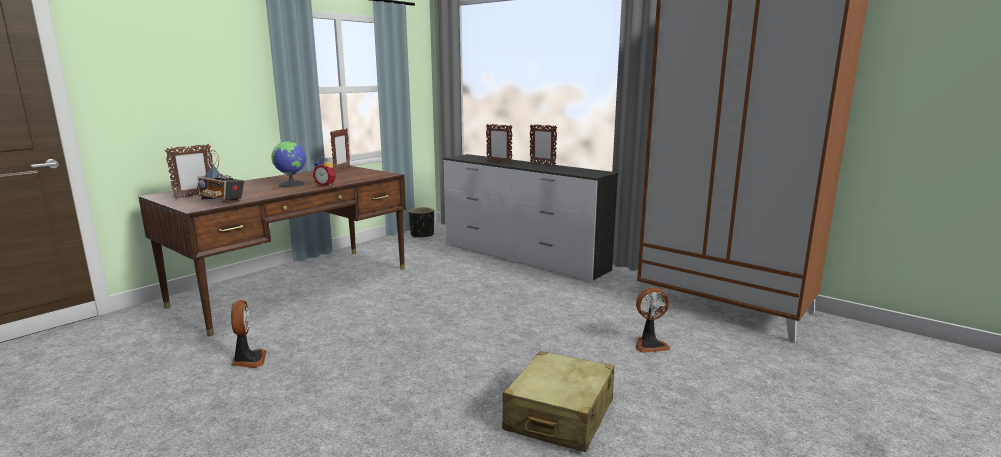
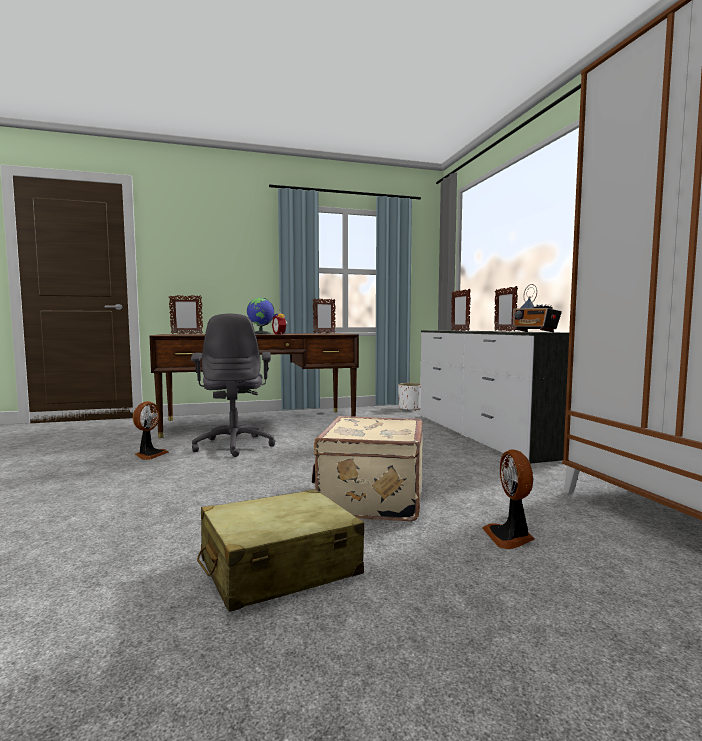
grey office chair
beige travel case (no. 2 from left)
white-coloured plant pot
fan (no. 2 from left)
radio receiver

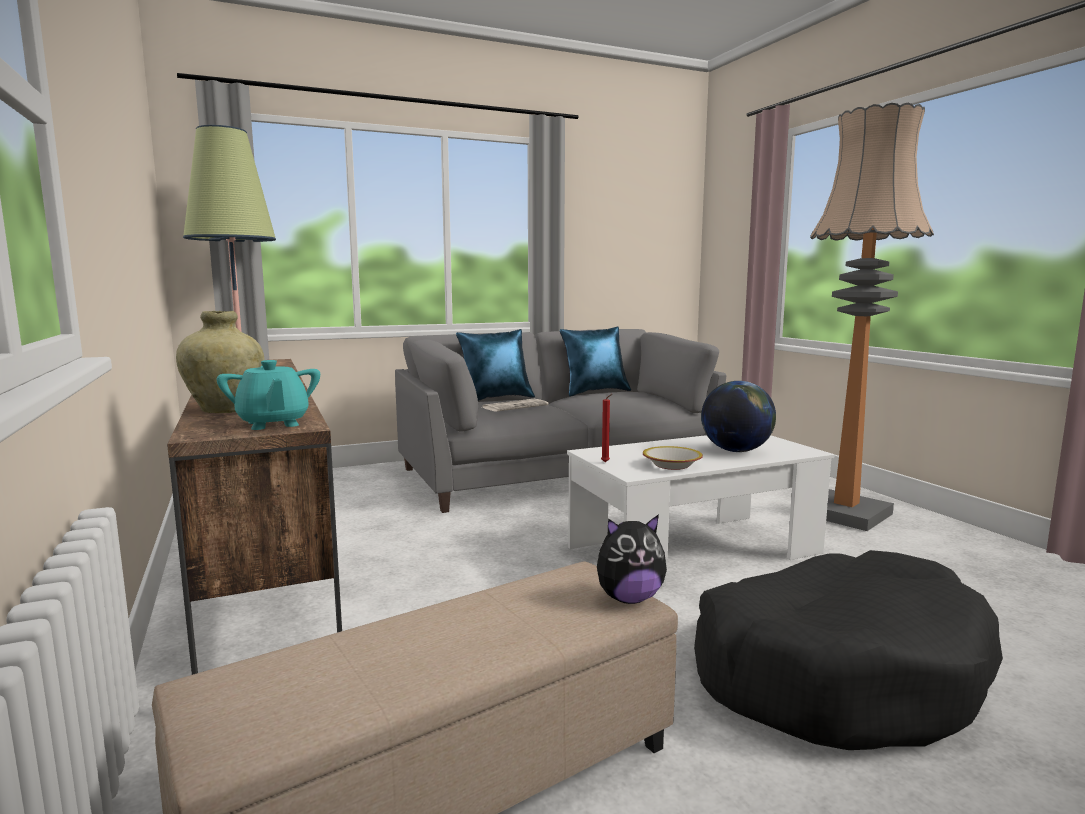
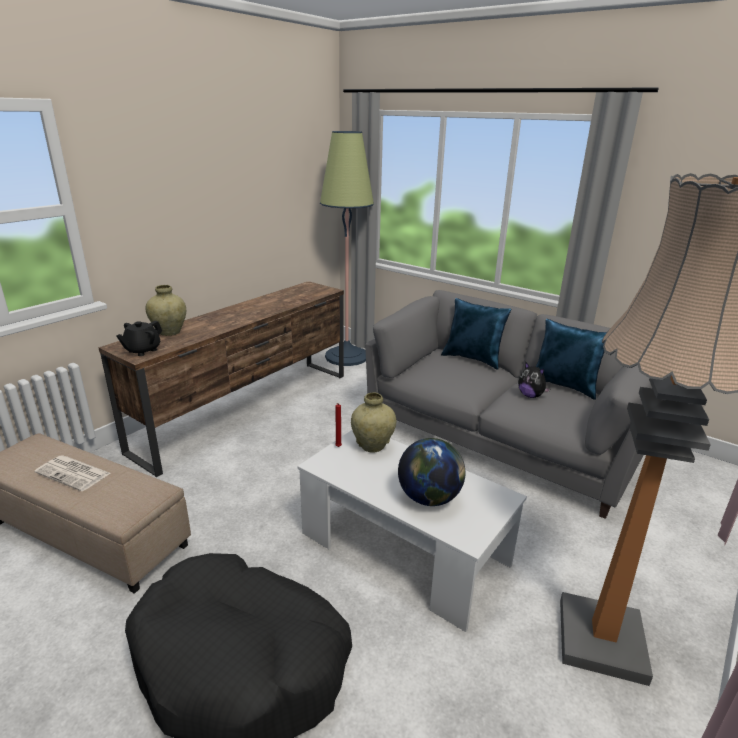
newspaper
black teapot
beige vase (no. 2 from left)
cuddly toy
serving bowl

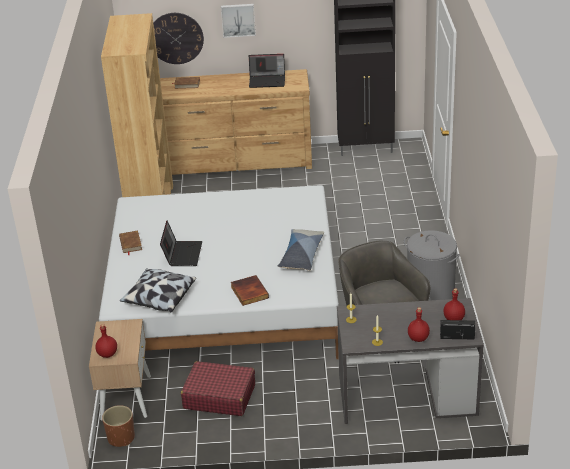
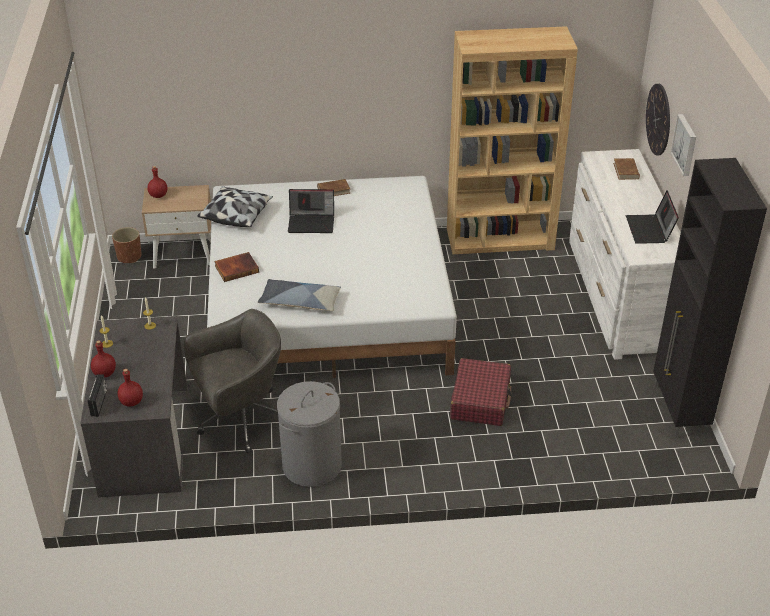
reddish travel case
white-coloured dresser

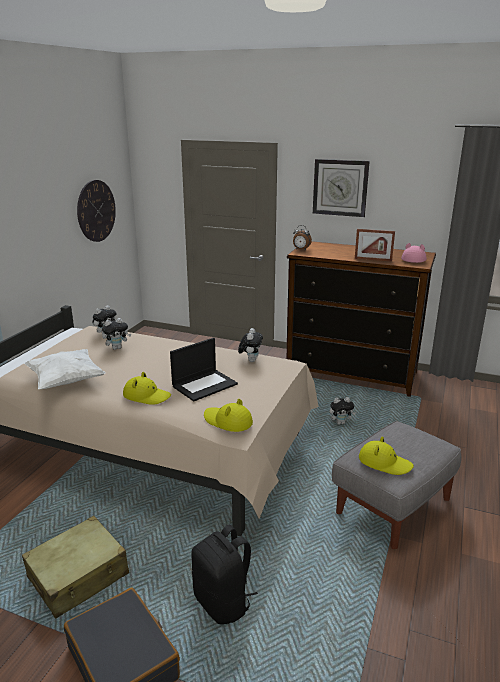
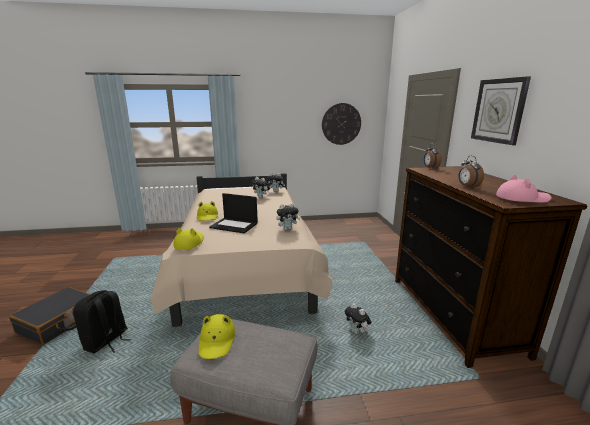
bedside clock (no. 2 from left)
beige travel case
white-coloured cushion

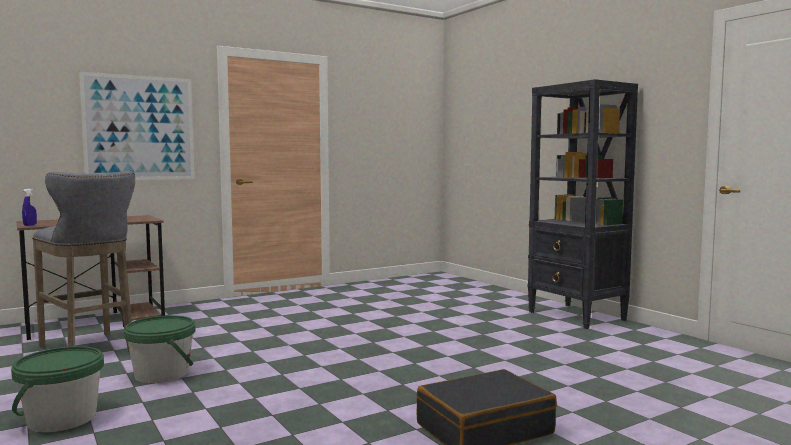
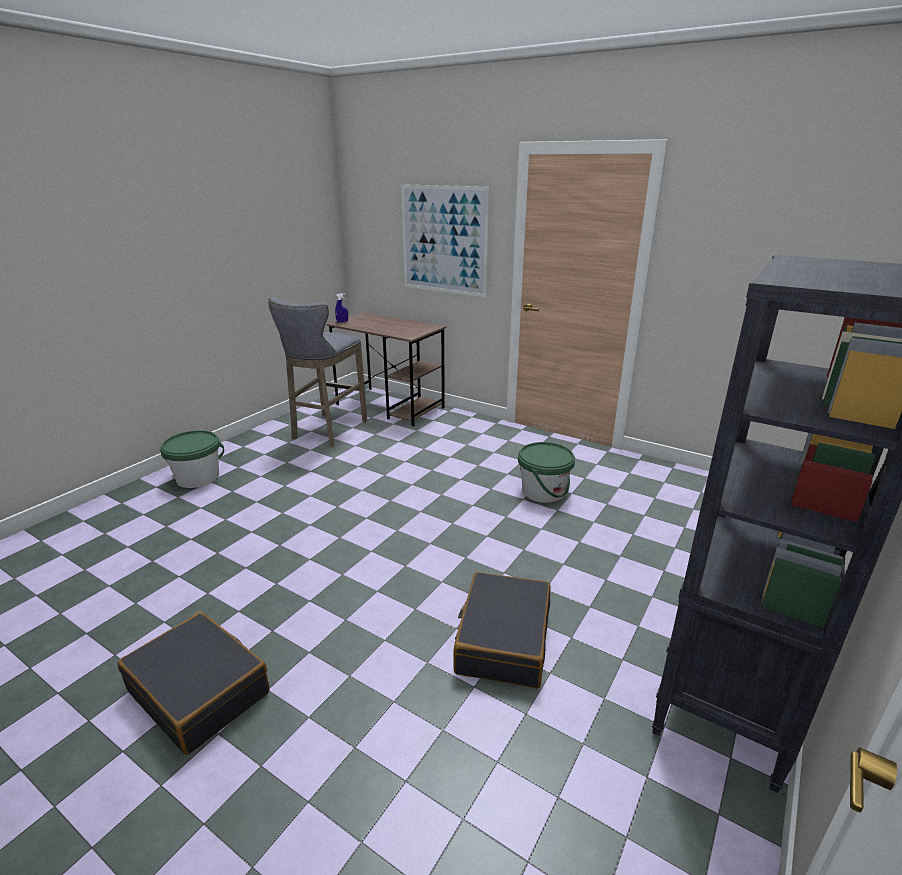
black travel case (no. 2 from left)
greenish bucket (no. 2 from left)

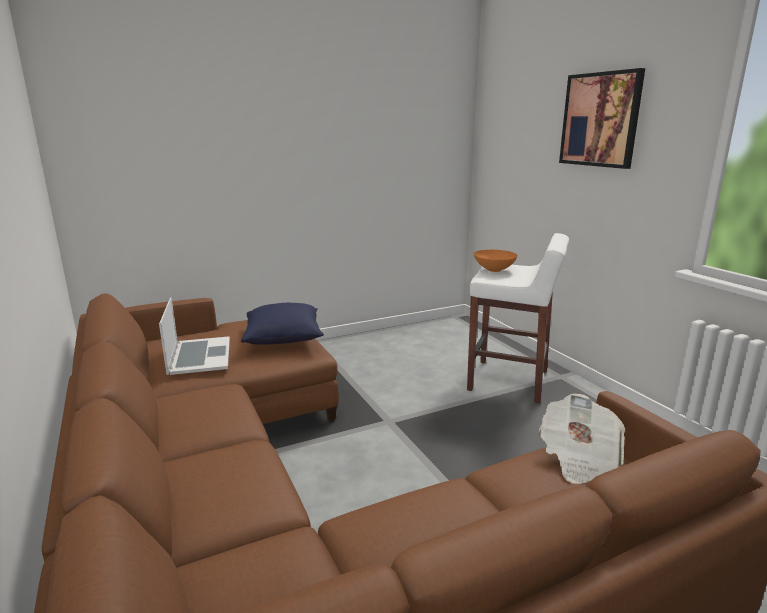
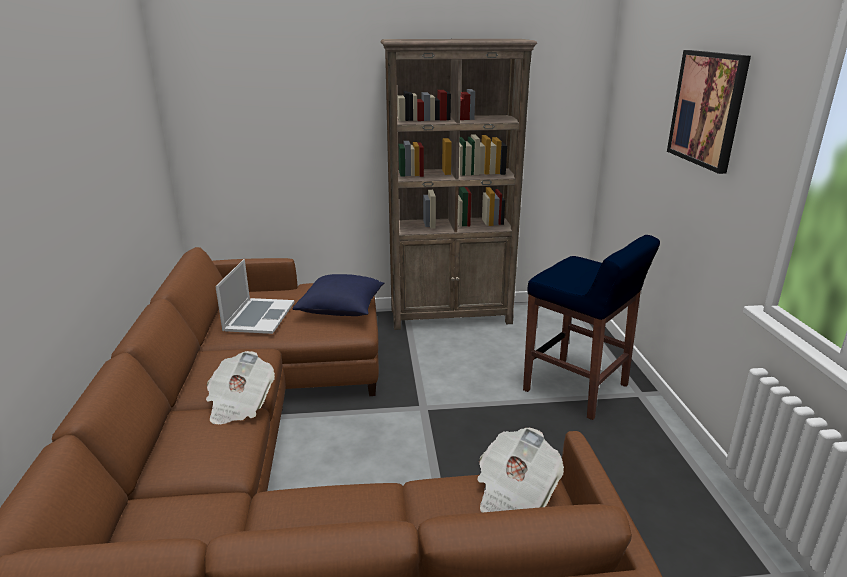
newspaper (no. 1 from left)
brown-coloured bookshelf
bluish sitting stool
orange serving bowl

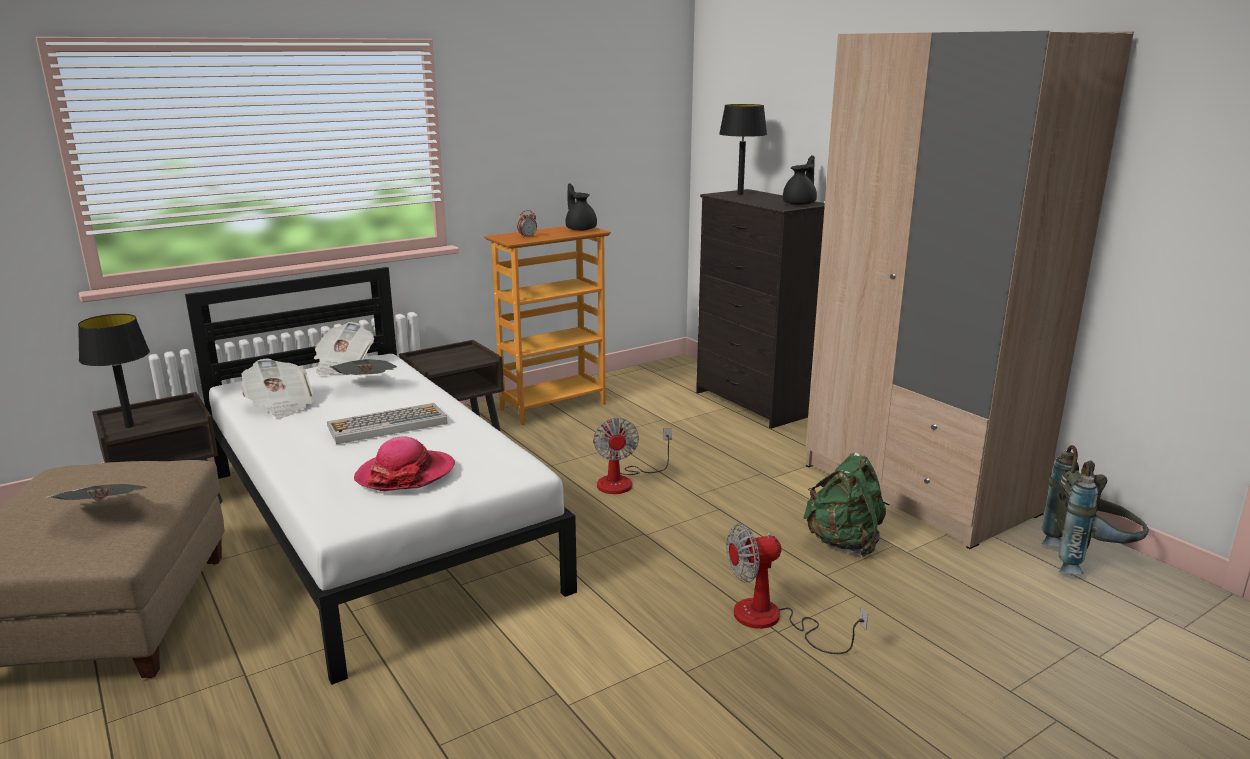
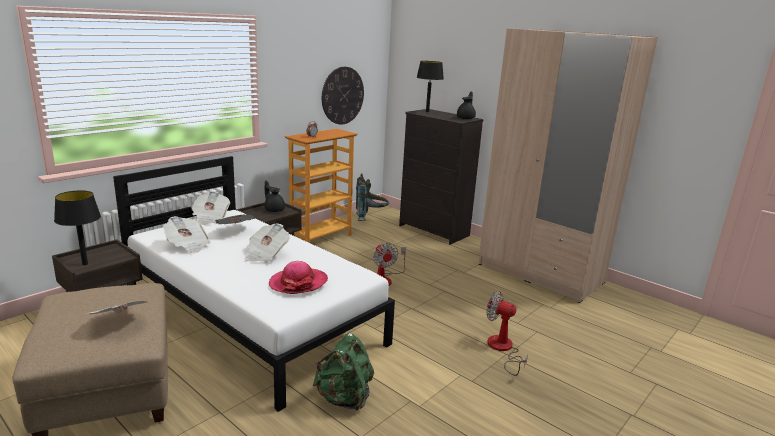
newspaper (no. 5 from left)
black teapot (no. 1 from left)
greenish rucksack
clock on the wall
grey rucksack
fan (no. 2 from left)

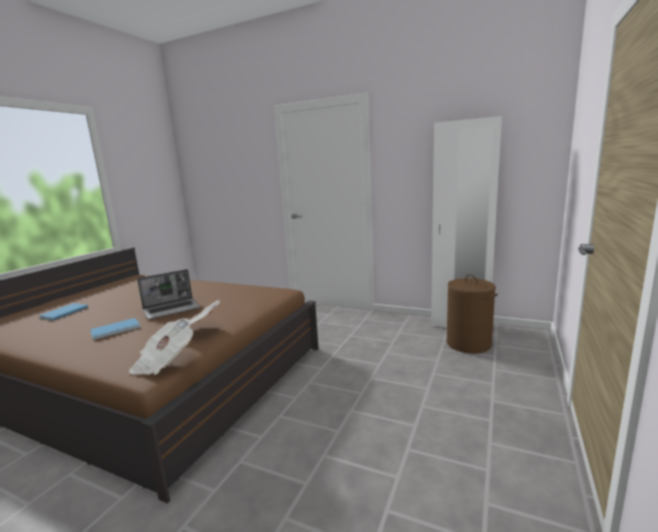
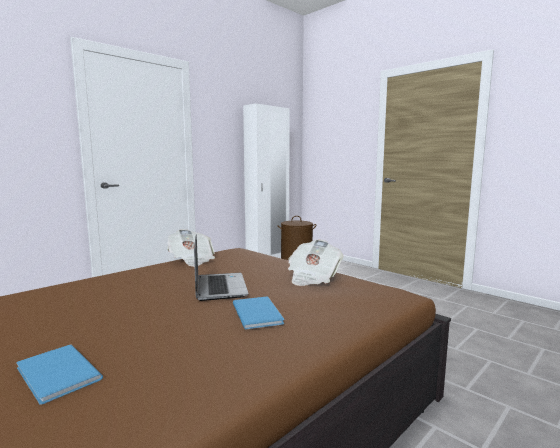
newspaper (no. 1 from left)

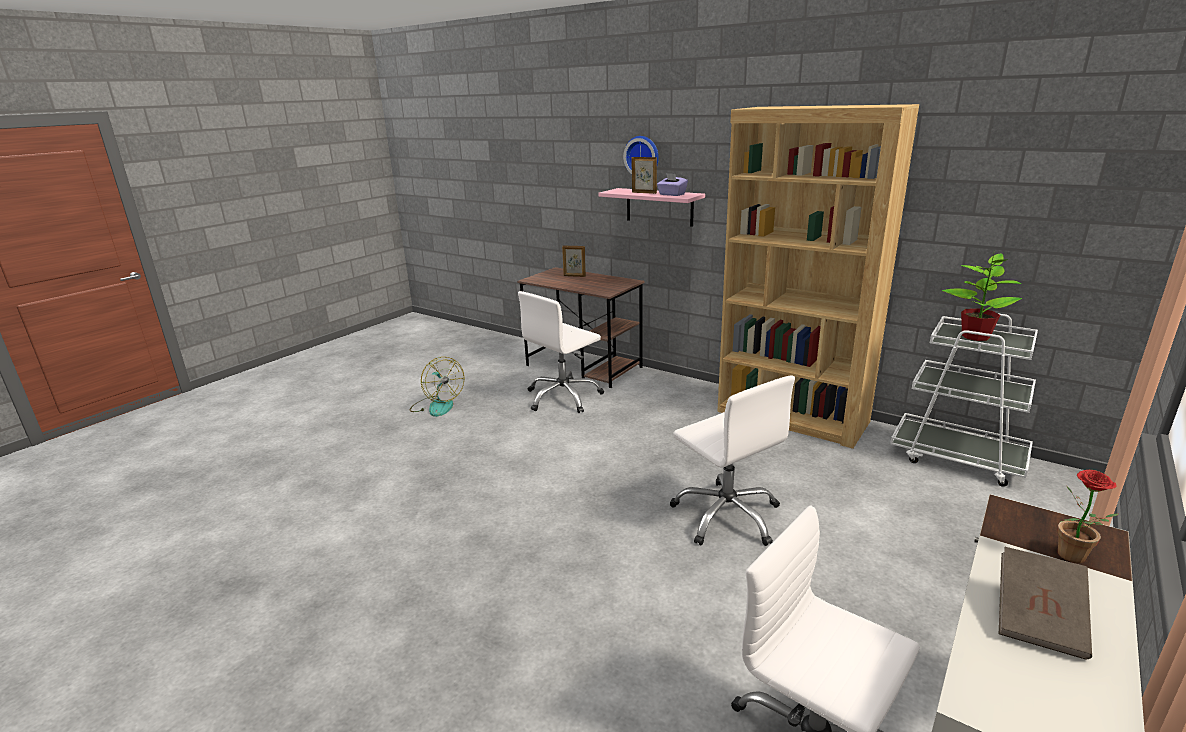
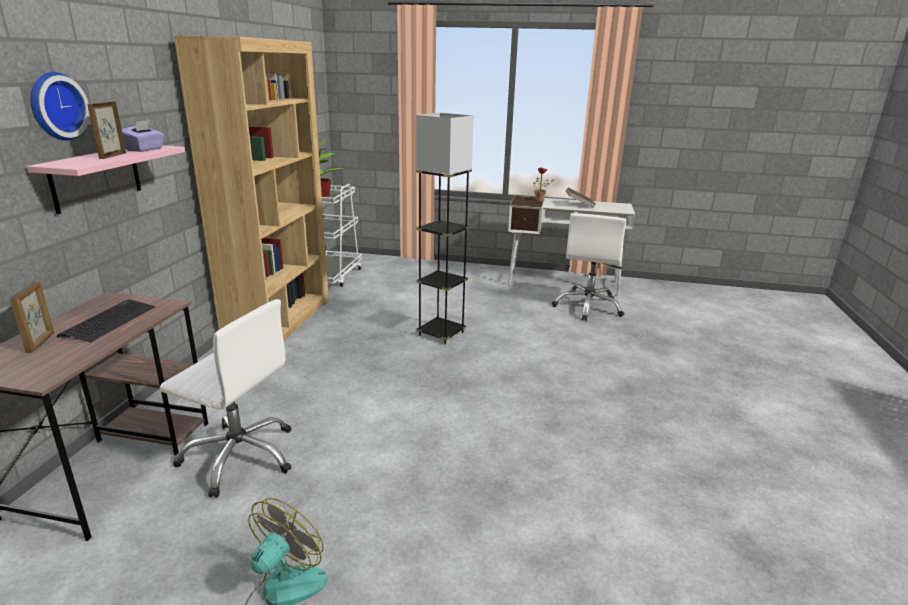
computer keyboard
grey floor lamp

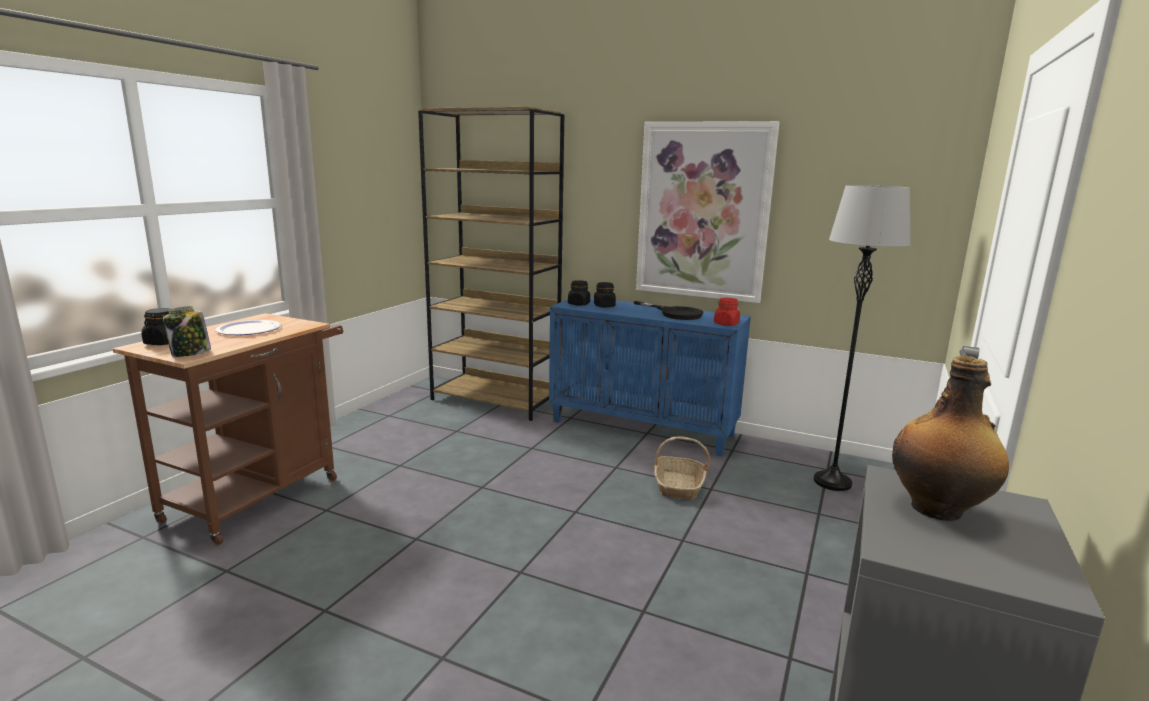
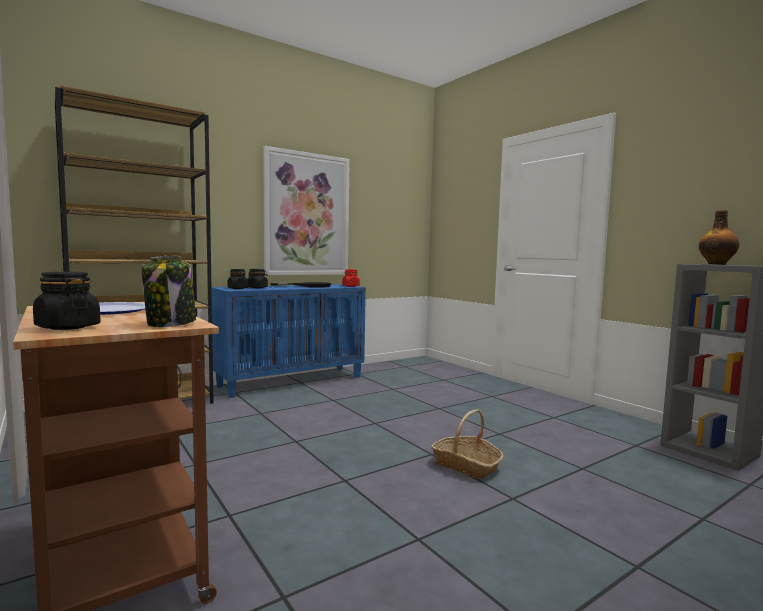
storage basket
grey floor lamp

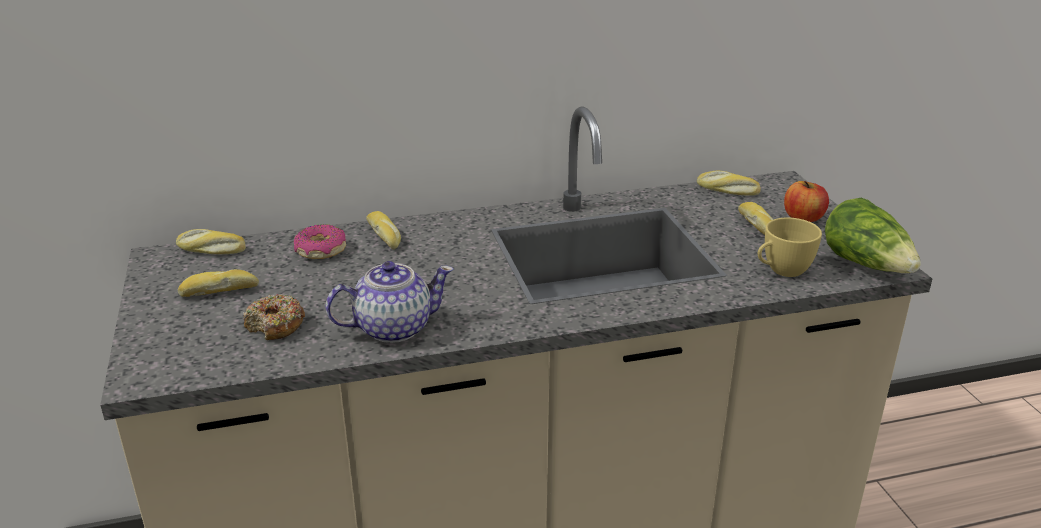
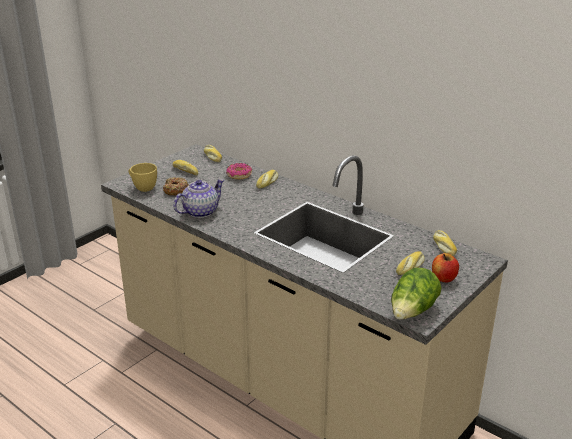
yellow small cup
teapot

